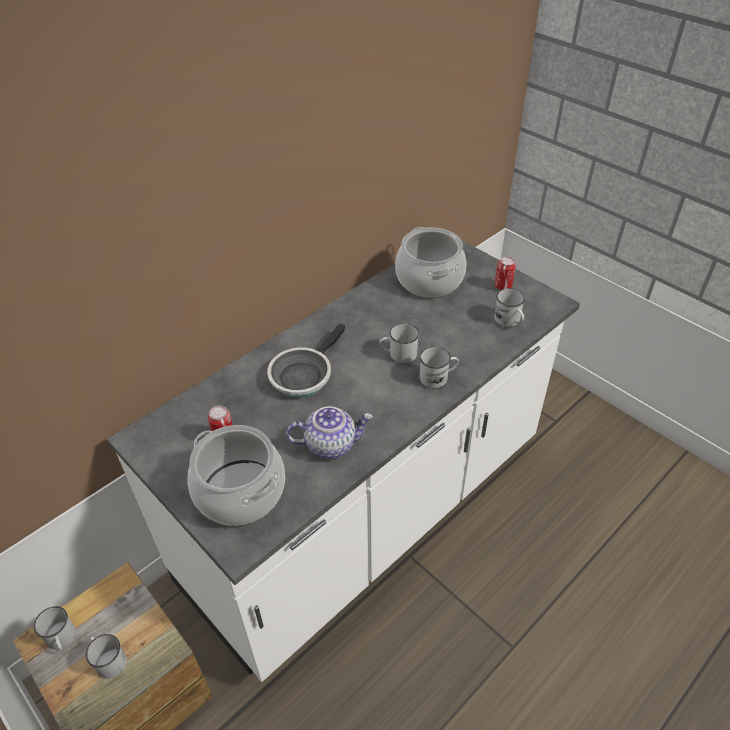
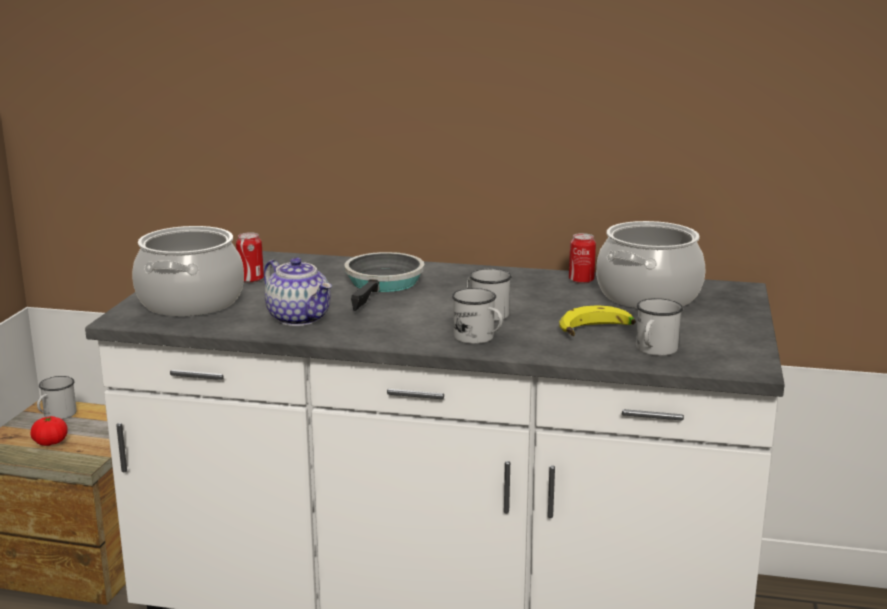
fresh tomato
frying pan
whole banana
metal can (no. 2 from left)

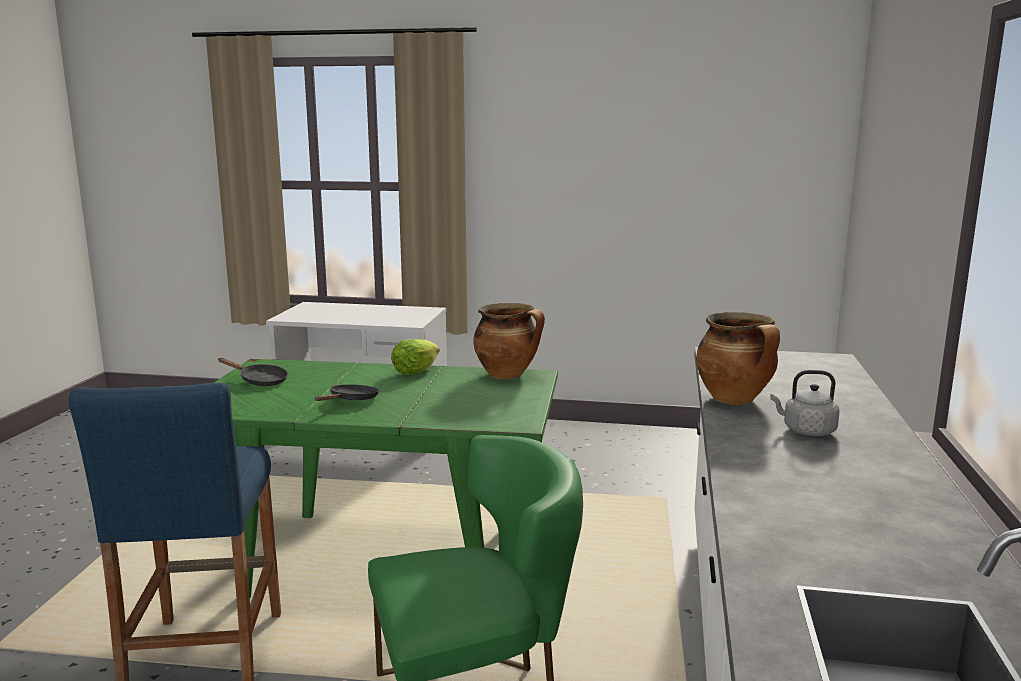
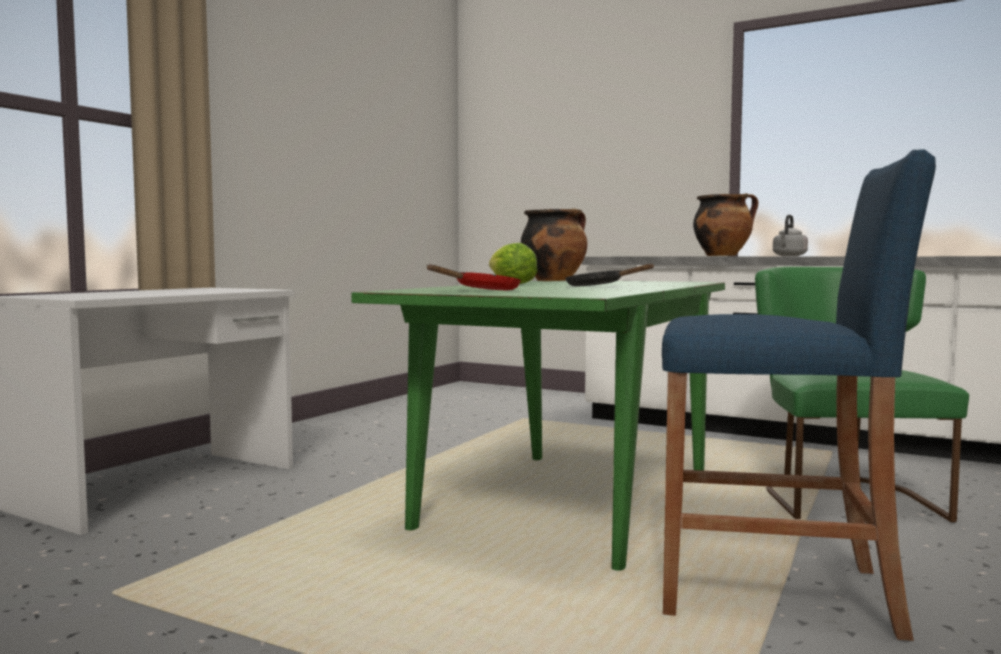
reddish frying pan

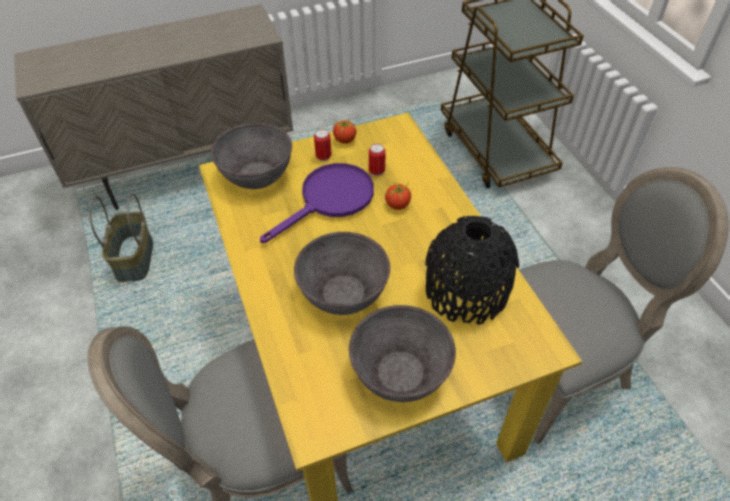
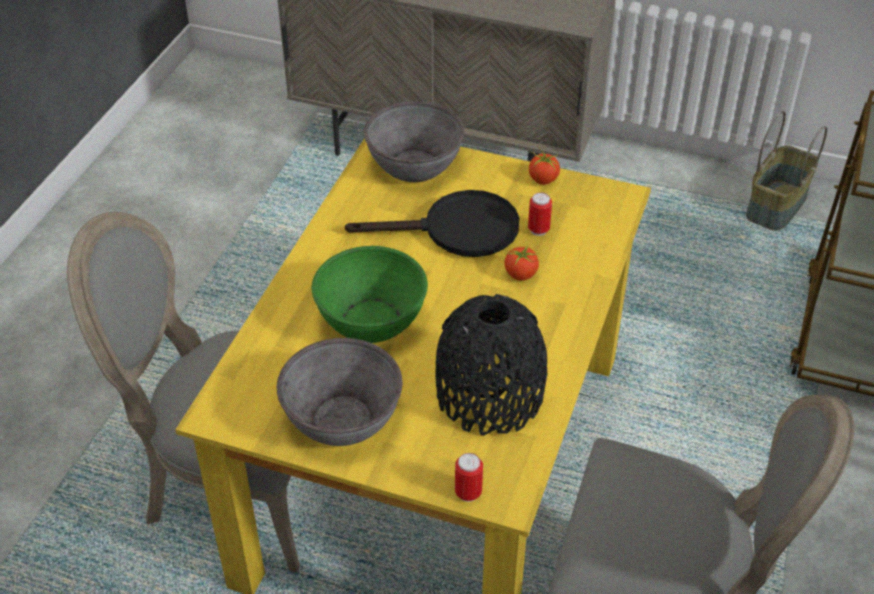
greenish serving bowl
black frying pan
metal can (no. 1 from left)
storage basket

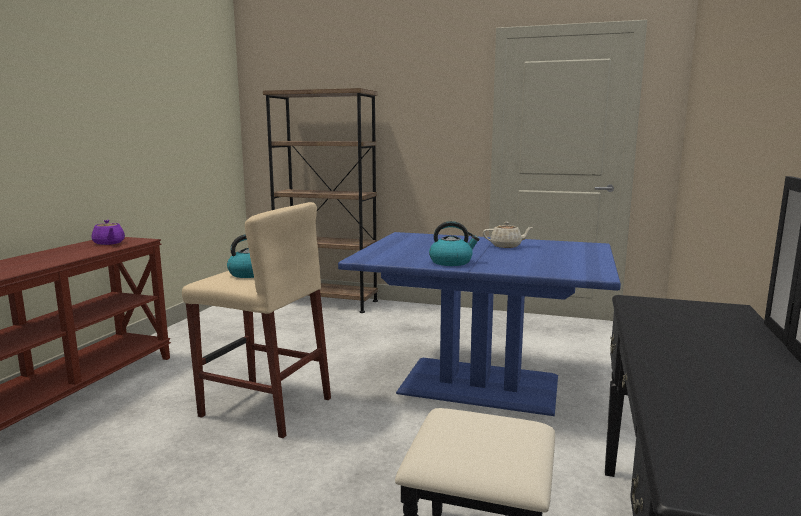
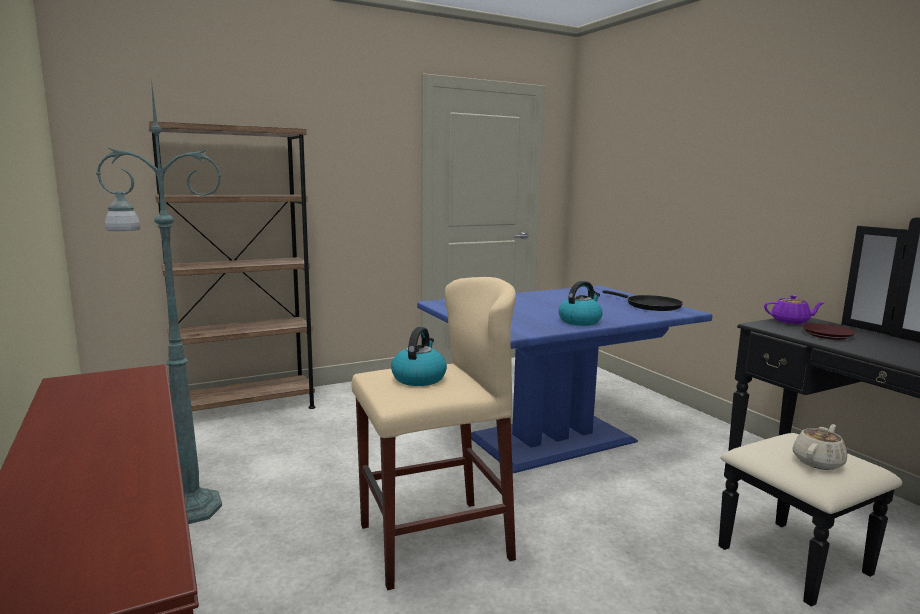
greenish floor lamp
black frying pan
purple teapot
beige teapot
brown-coloured dinner plate

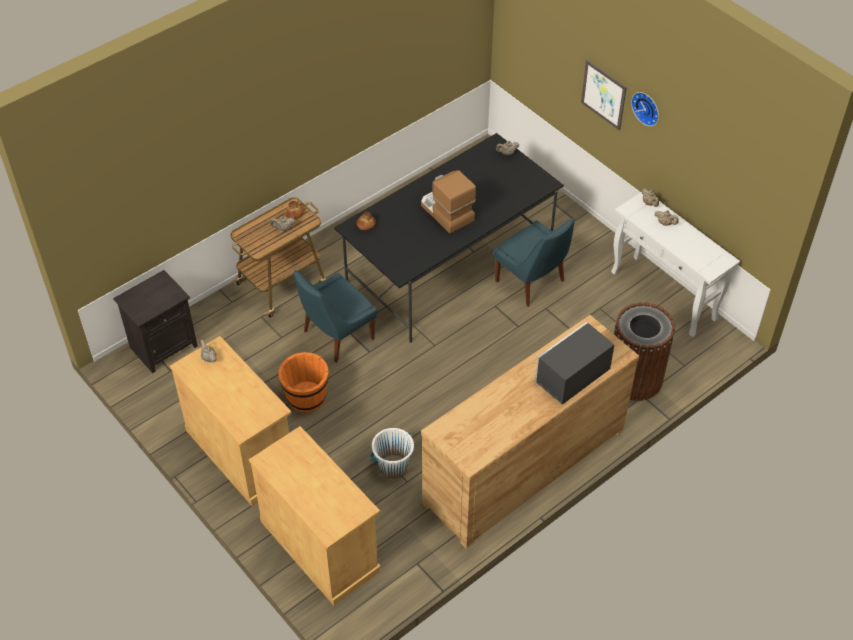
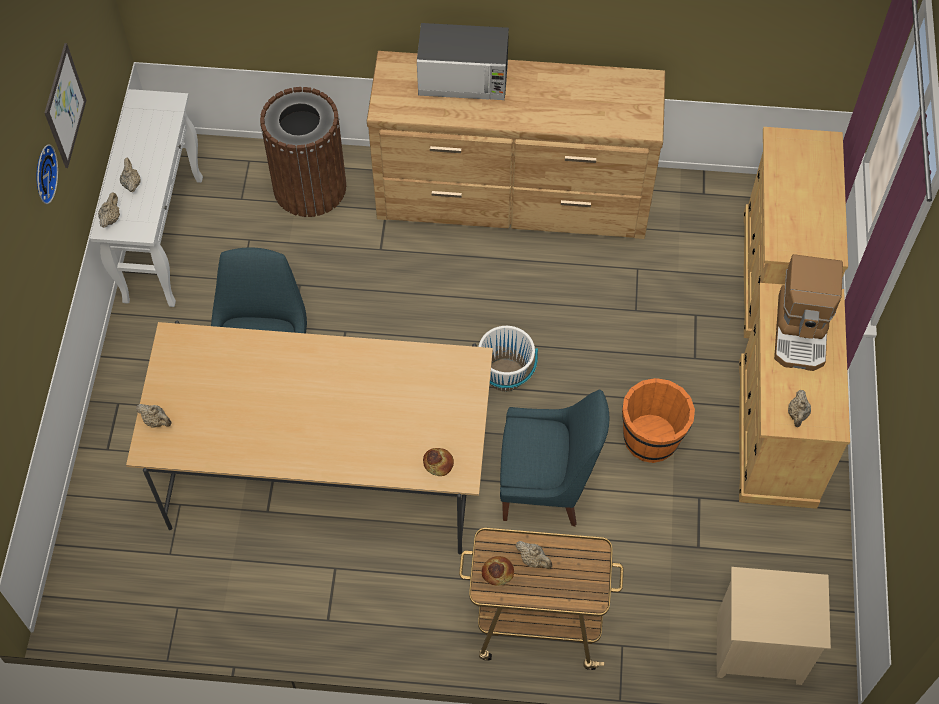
wall art
beige dining table
white-coloured bucket
beige bedside table
coffee maker

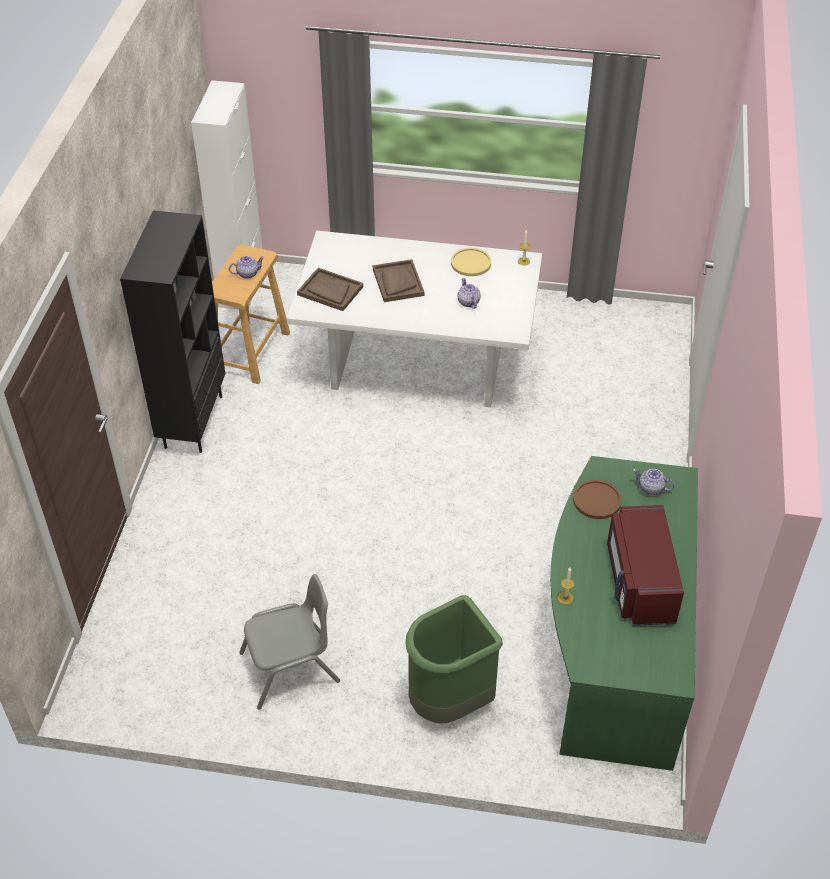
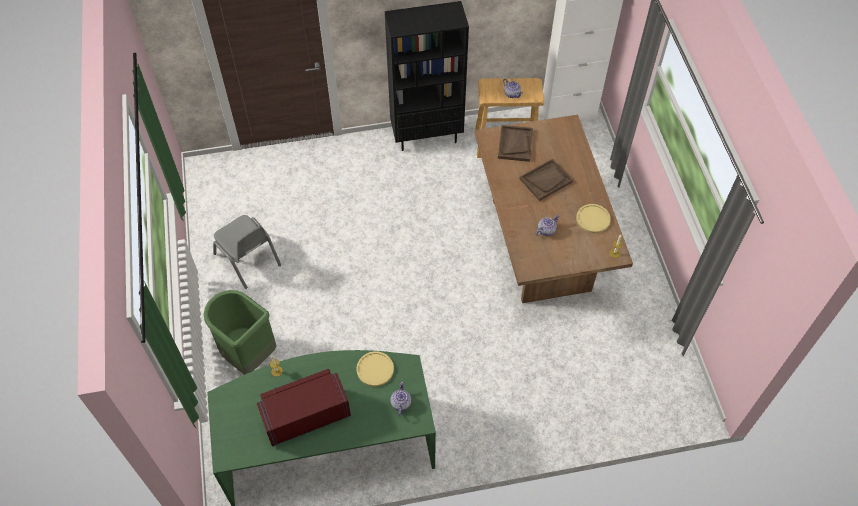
yellow dinner plate (no. 1 from left)
brown-coloured dining table

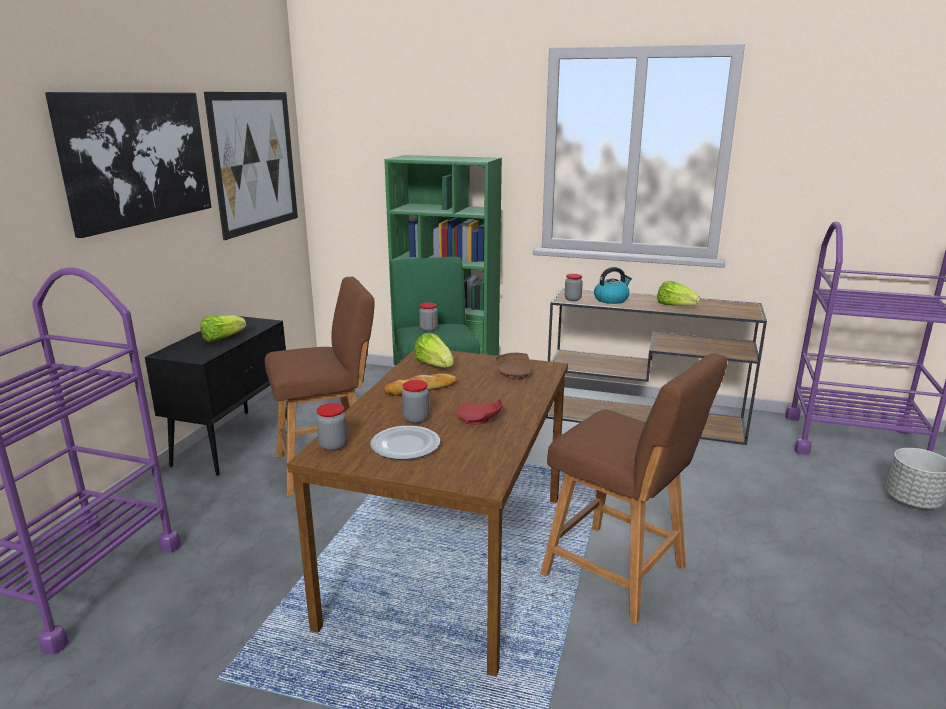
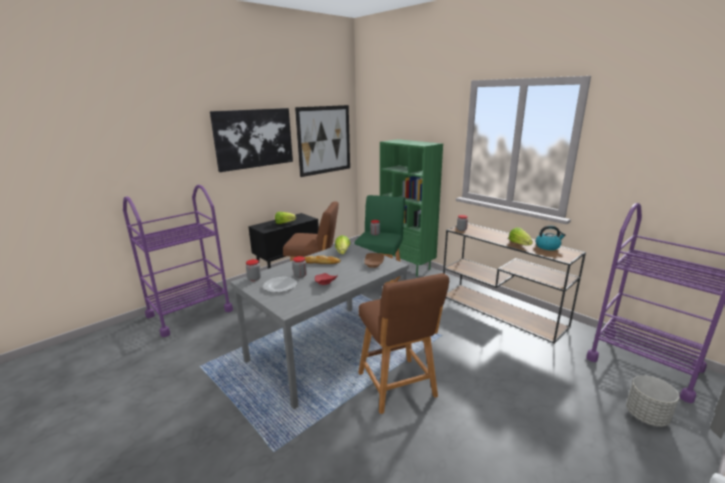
grey dining table
water kettle

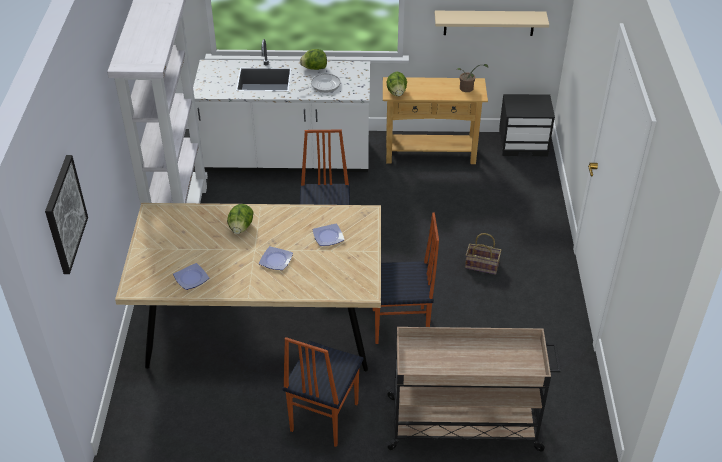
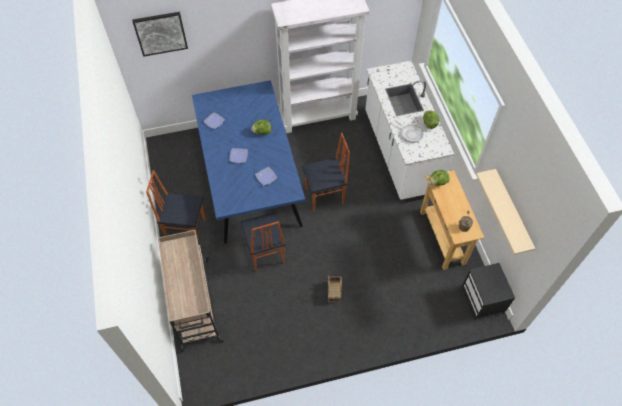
bluish dining table

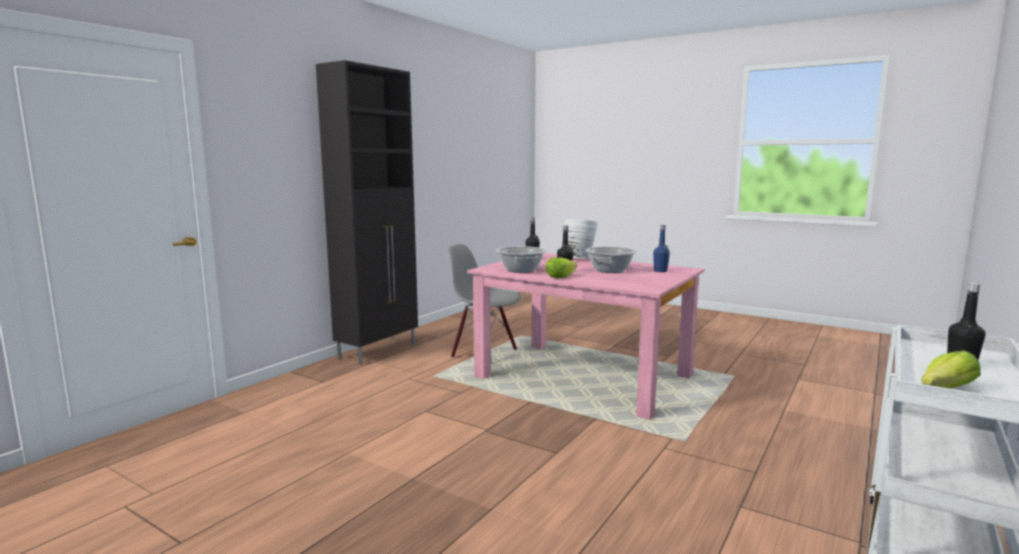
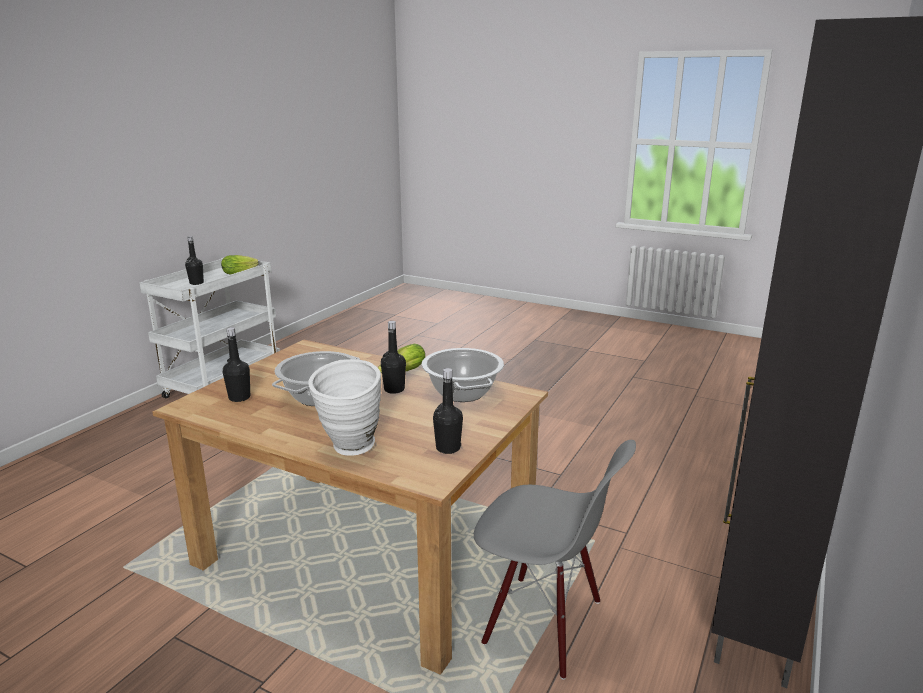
brown-coloured dining table
black beverage bottle (no. 2 from left)

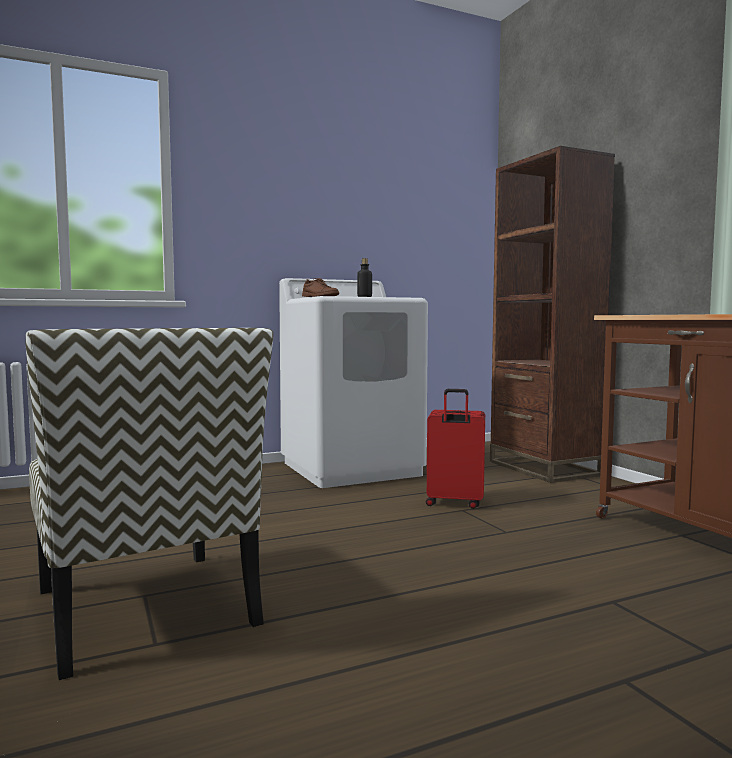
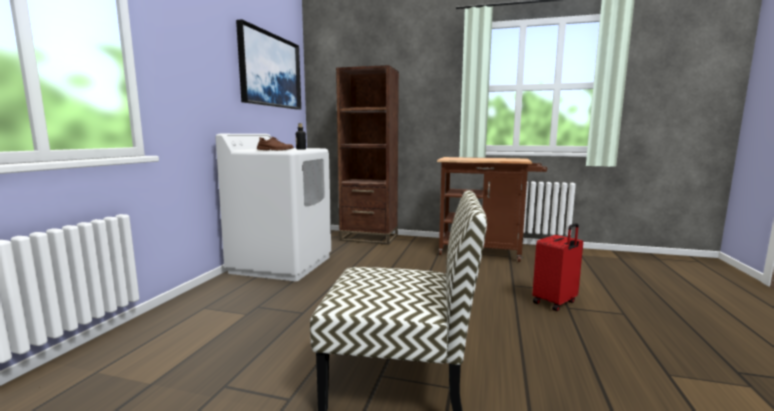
wall art
reddish travel case

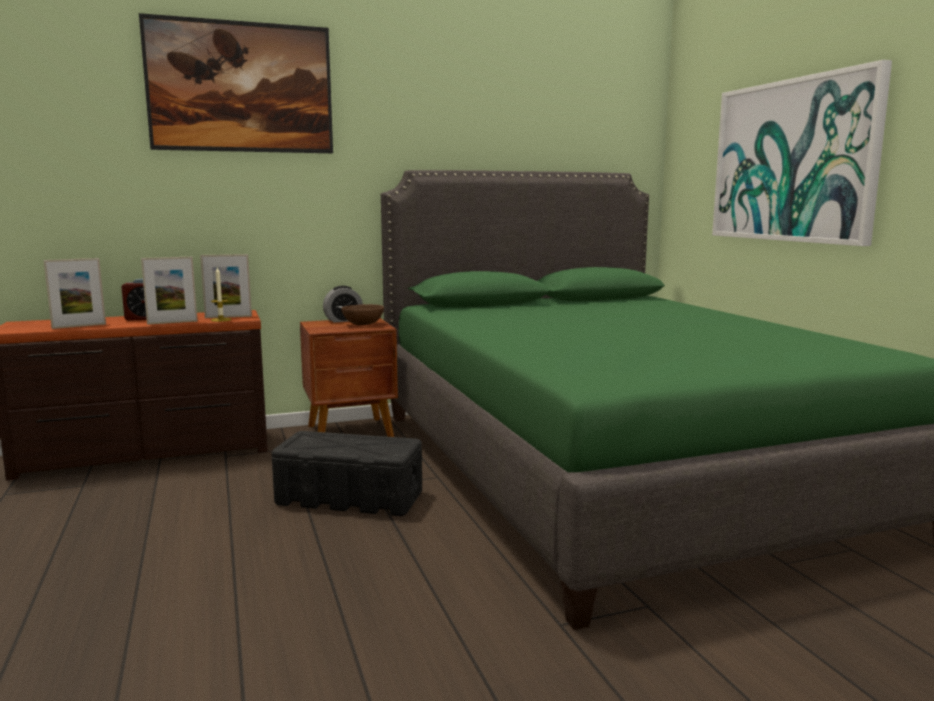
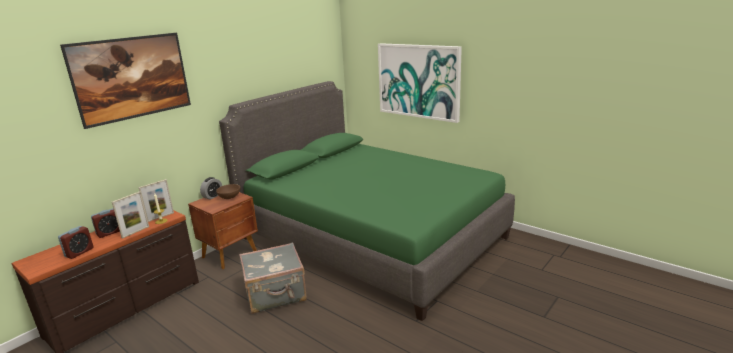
bedside clock (no. 1 from left)
grey travel case

